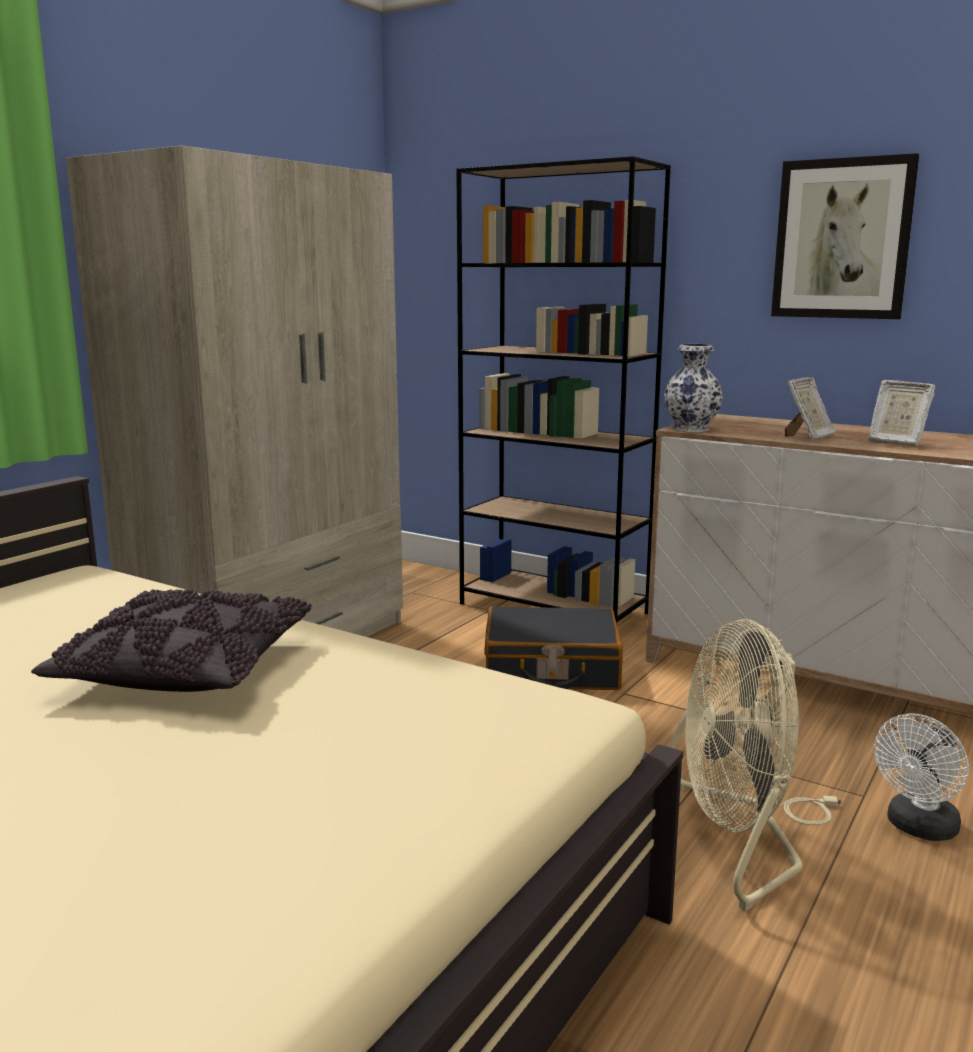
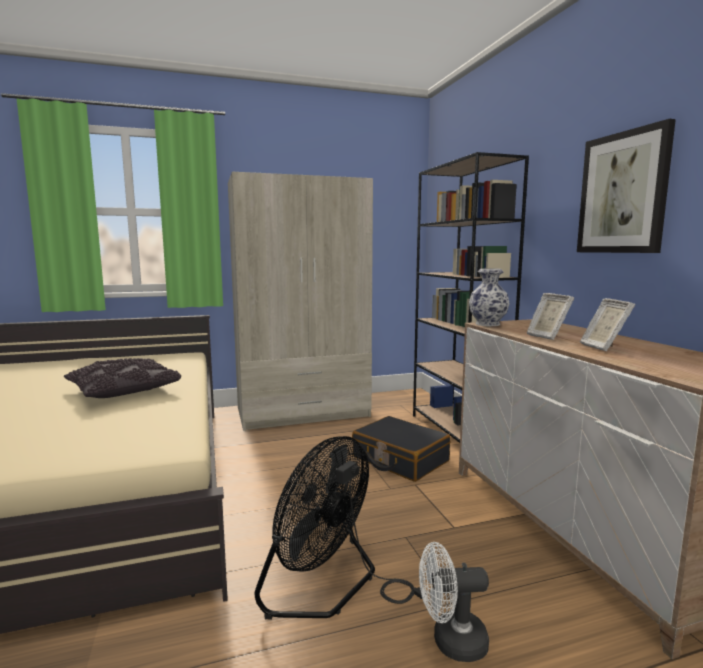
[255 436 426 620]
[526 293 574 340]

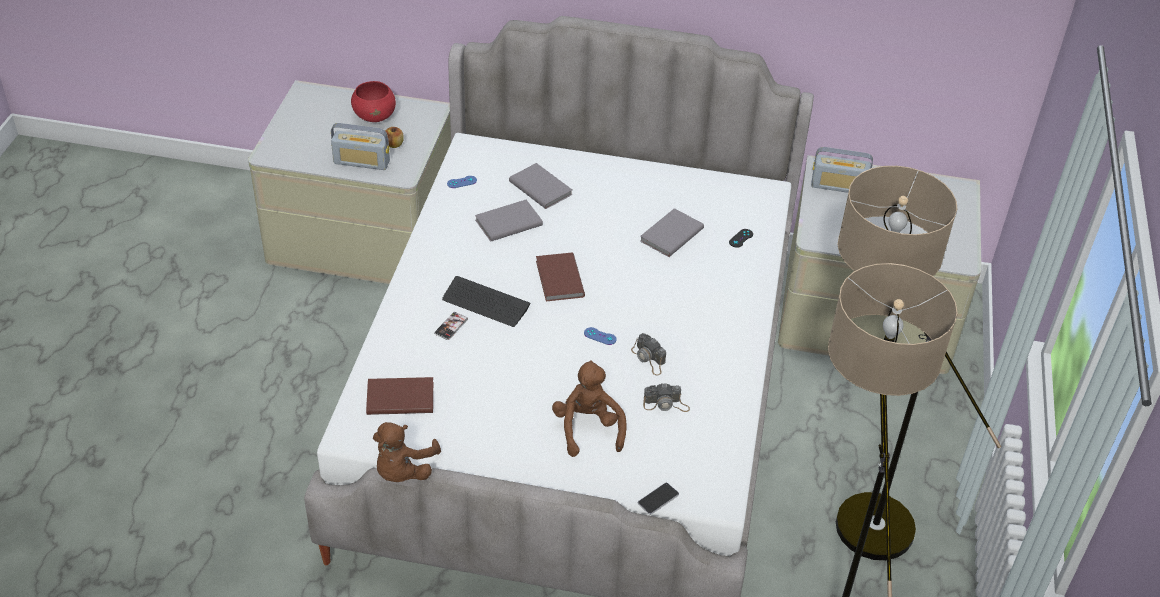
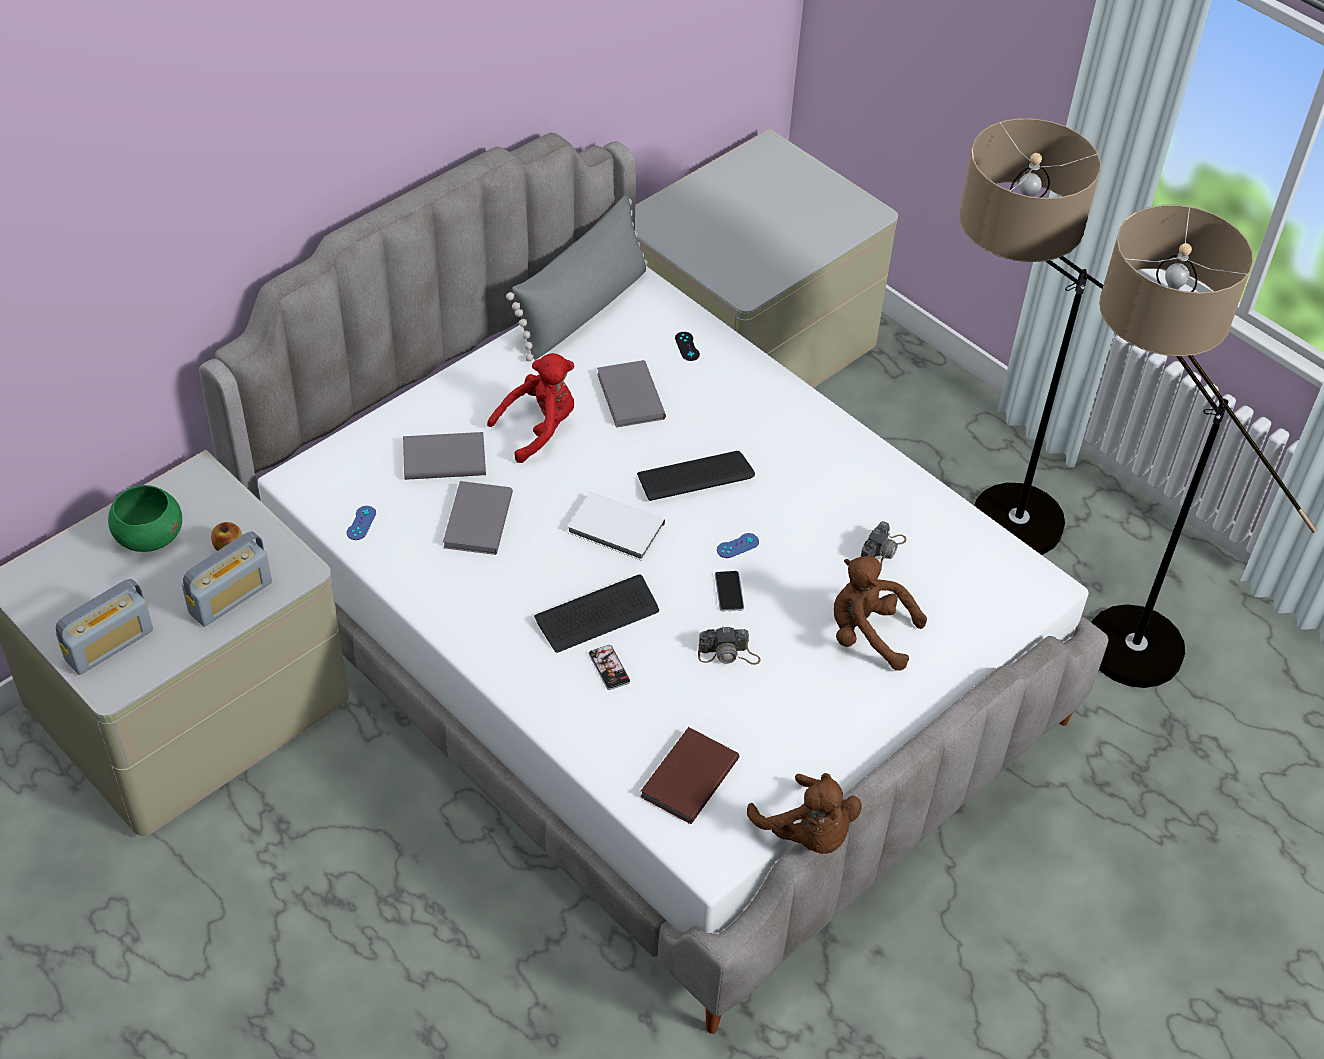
[487 353 575 463]
[506 195 648 361]
[637 451 755 501]
[698 626 760 665]
[715 571 744 611]
[56 579 153 675]
[108 485 182 552]
[567 492 665 561]

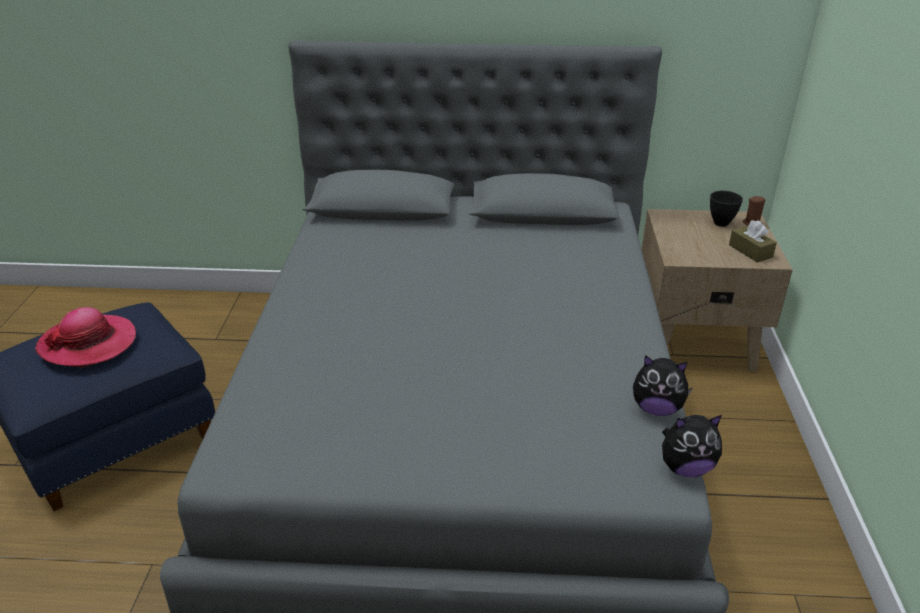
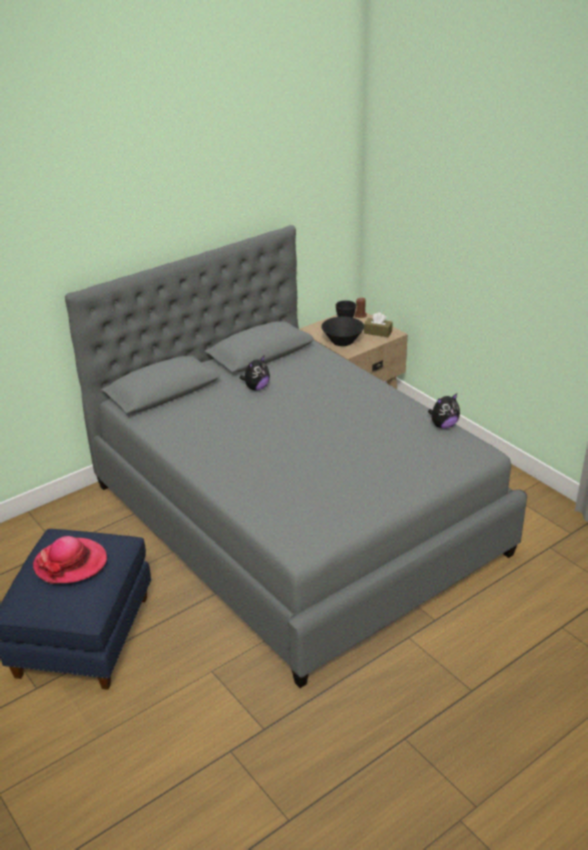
[321 317 364 346]
[240 356 270 391]

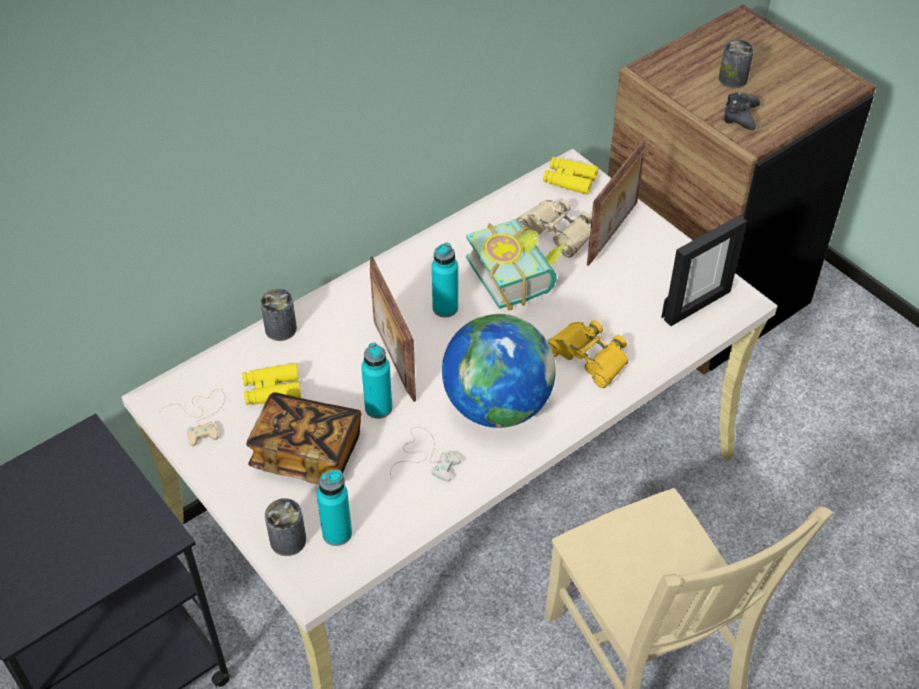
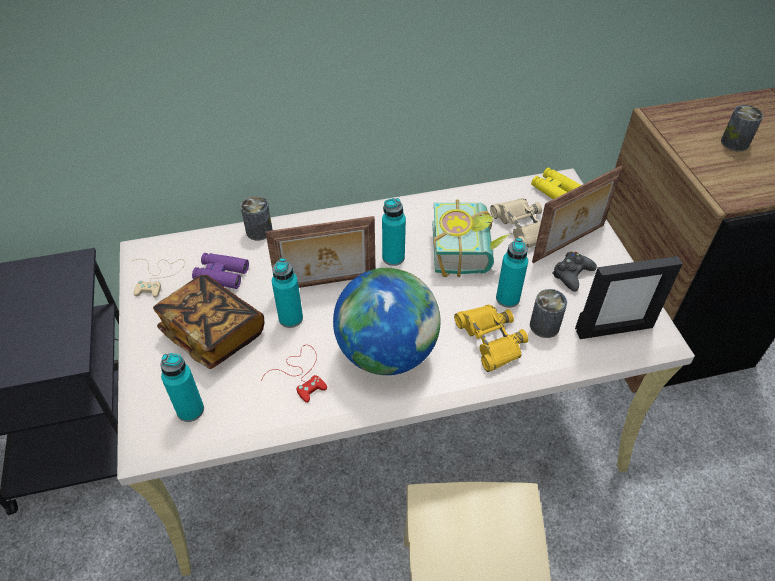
[496 238 528 308]
[530 289 567 338]
[552 252 597 292]
[192 253 249 289]
[261 345 327 403]
[265 216 376 288]

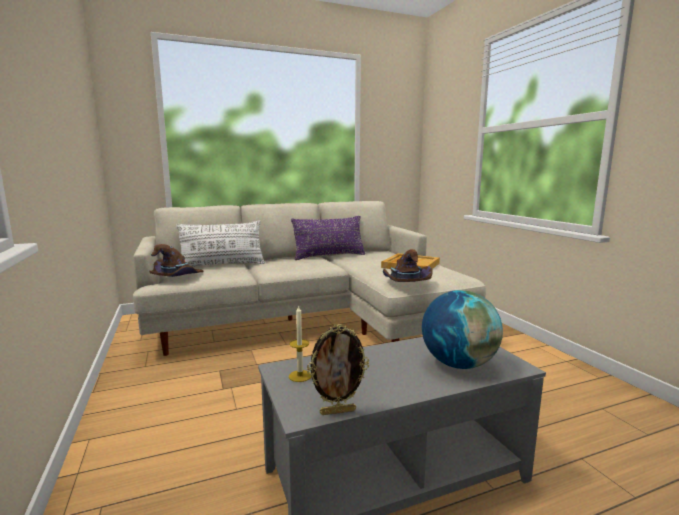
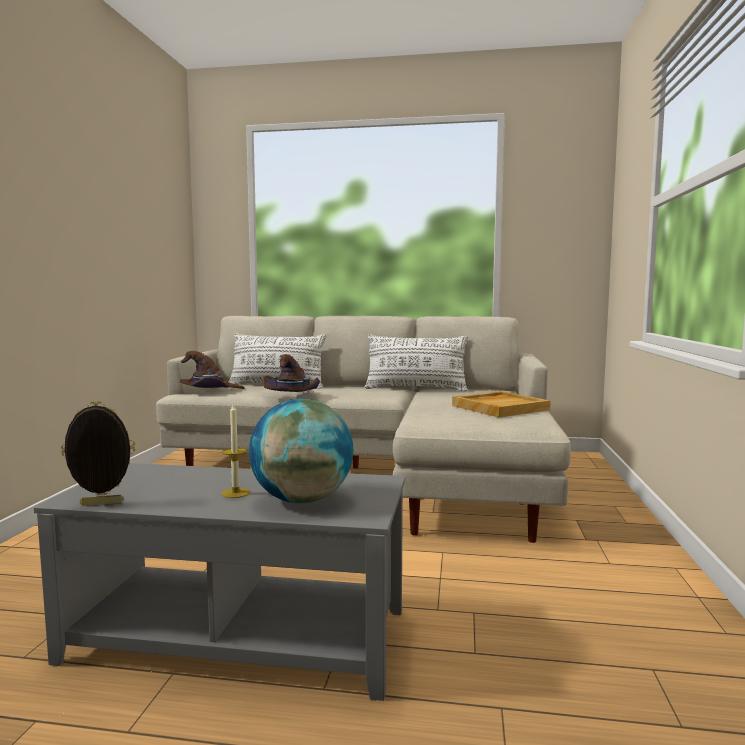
[221 404 250 498]
[263 354 320 392]
[365 335 468 391]
[61 401 135 506]

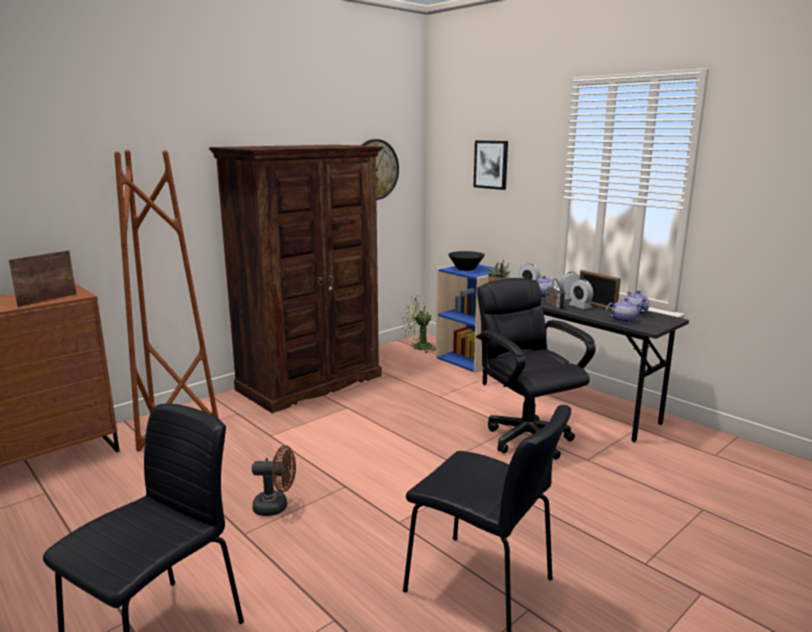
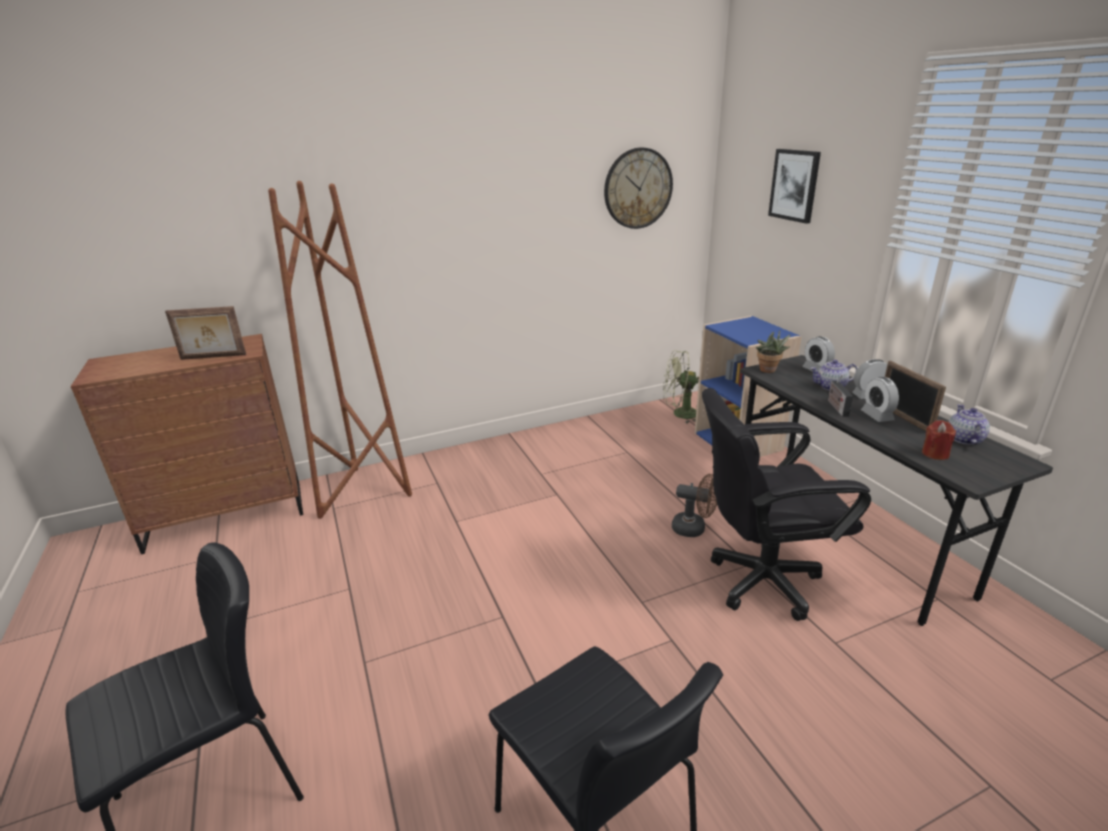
[209 145 384 413] (first image)
[448 251 485 271] (first image)
[672 474 717 537]
[922 420 956 460]
[165 306 246 360]
[702 388 871 621]

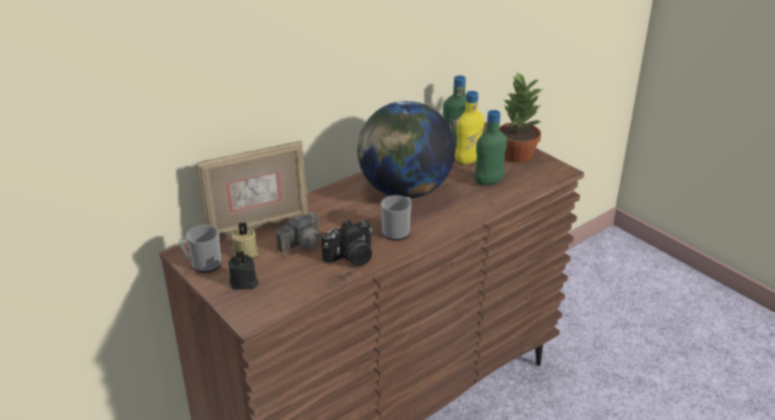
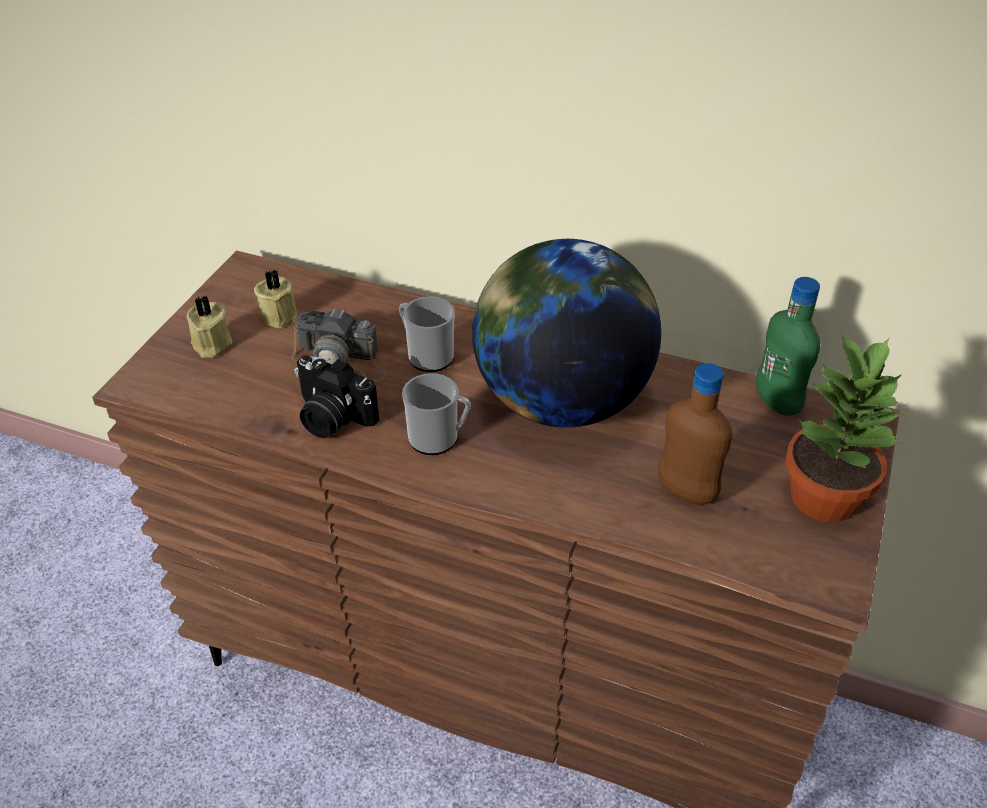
[196 141 308 238] (first image)
[455 91 484 164] (first image)
[399 297 455 372]
[187 296 232 358]
[658 363 733 505]

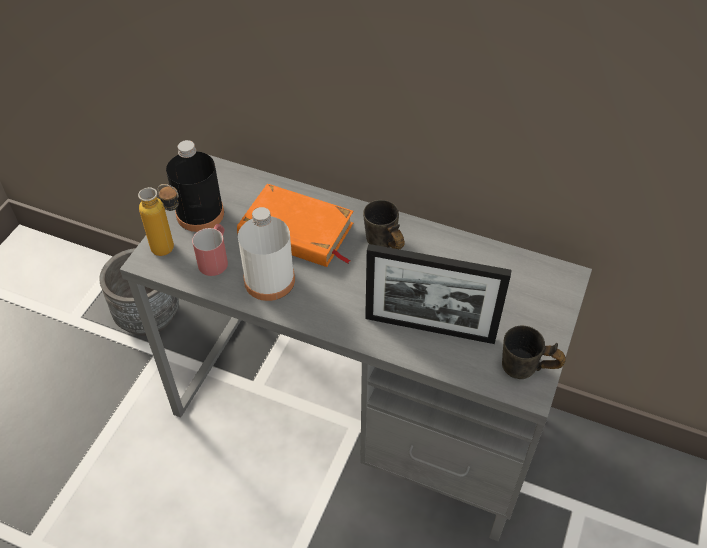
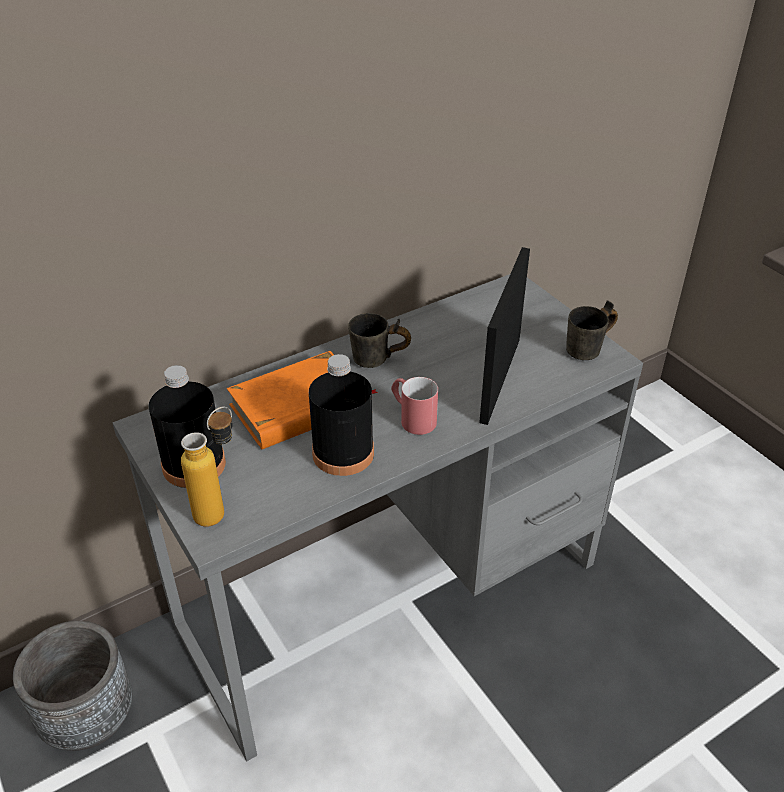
[391 377 438 435]
[309 354 374 476]
[479 247 530 425]

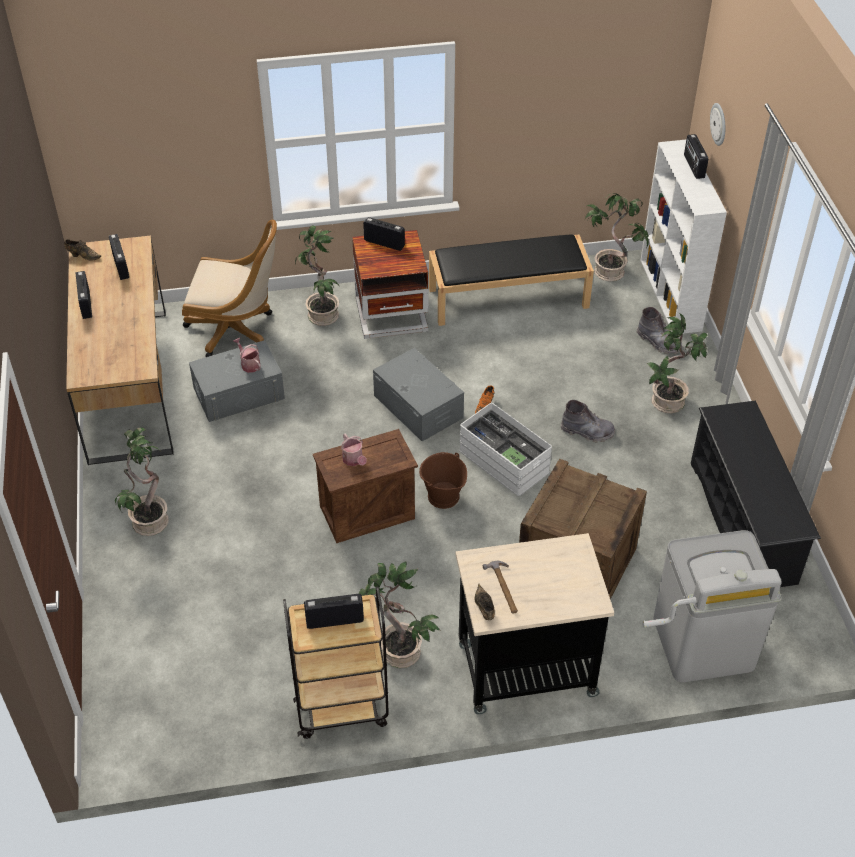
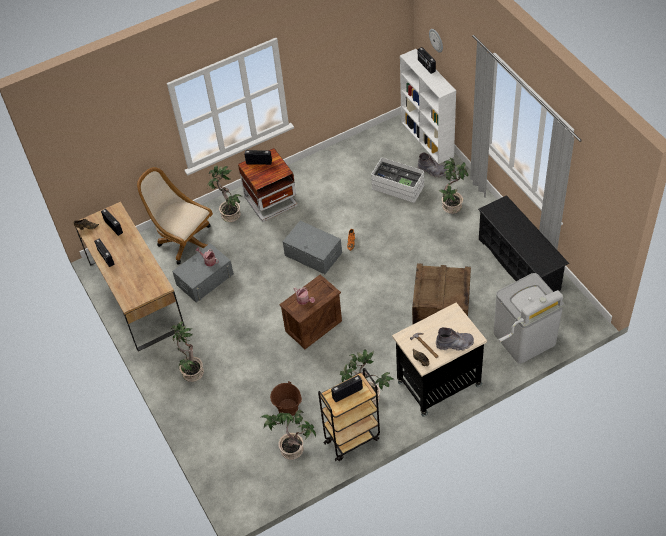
[429 234 594 326] (first image)
[270 381 302 416]
[371 158 424 203]
[436 327 474 351]
[260 410 316 460]
[137 167 213 265]

